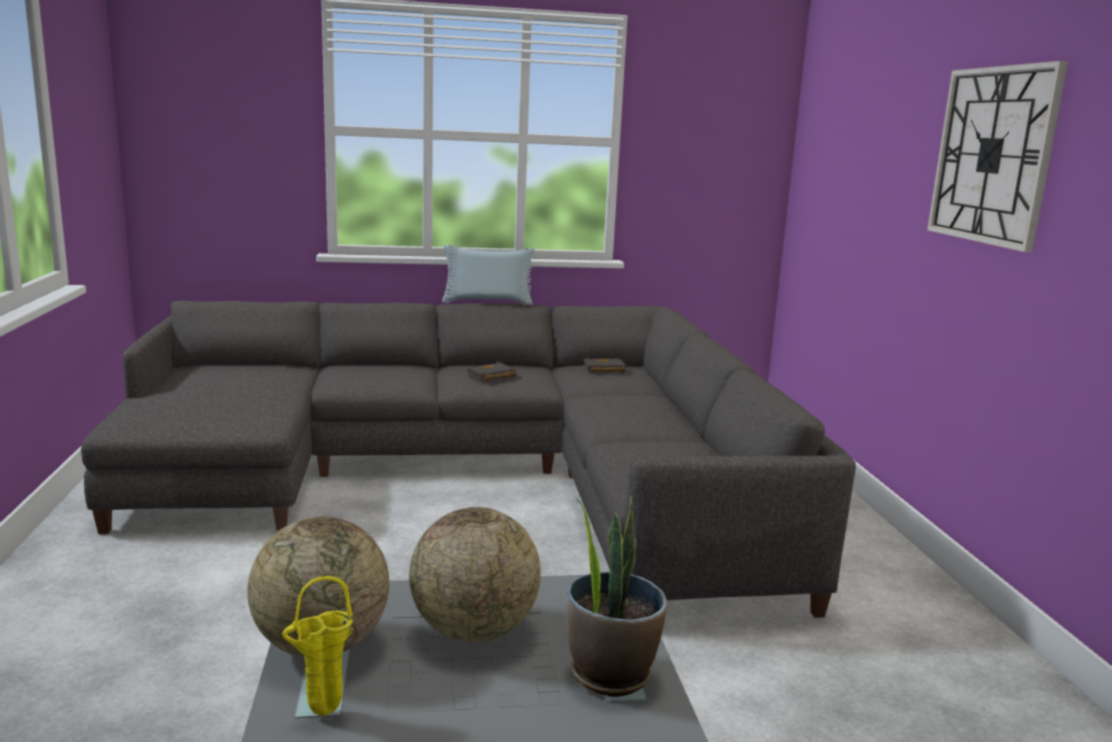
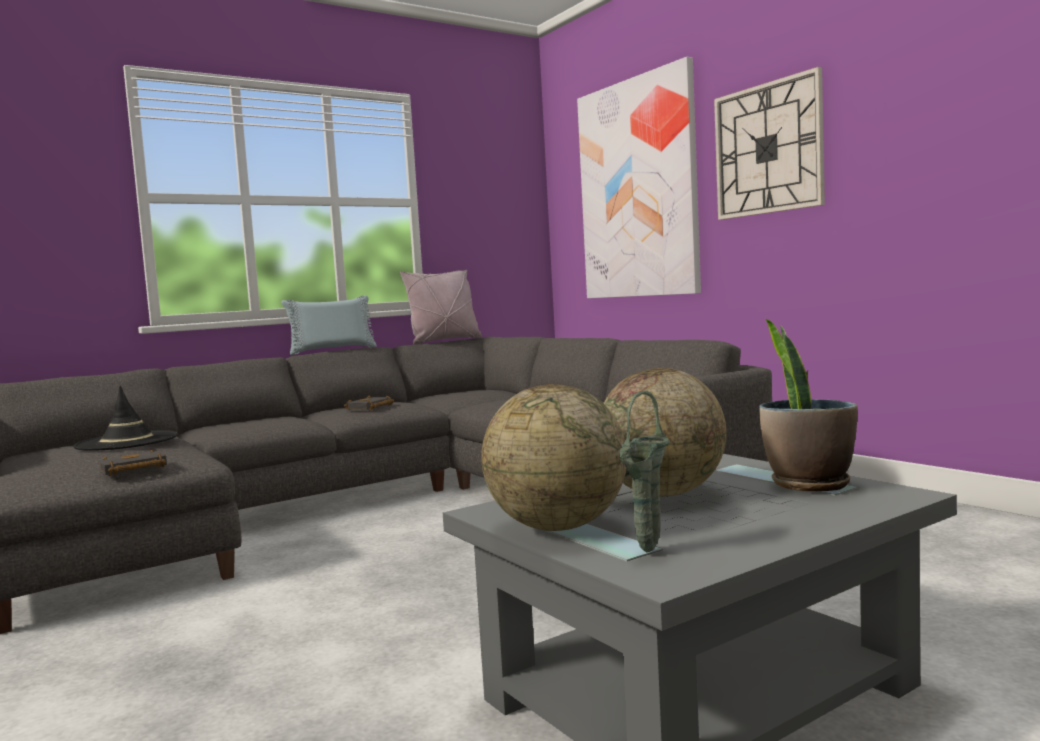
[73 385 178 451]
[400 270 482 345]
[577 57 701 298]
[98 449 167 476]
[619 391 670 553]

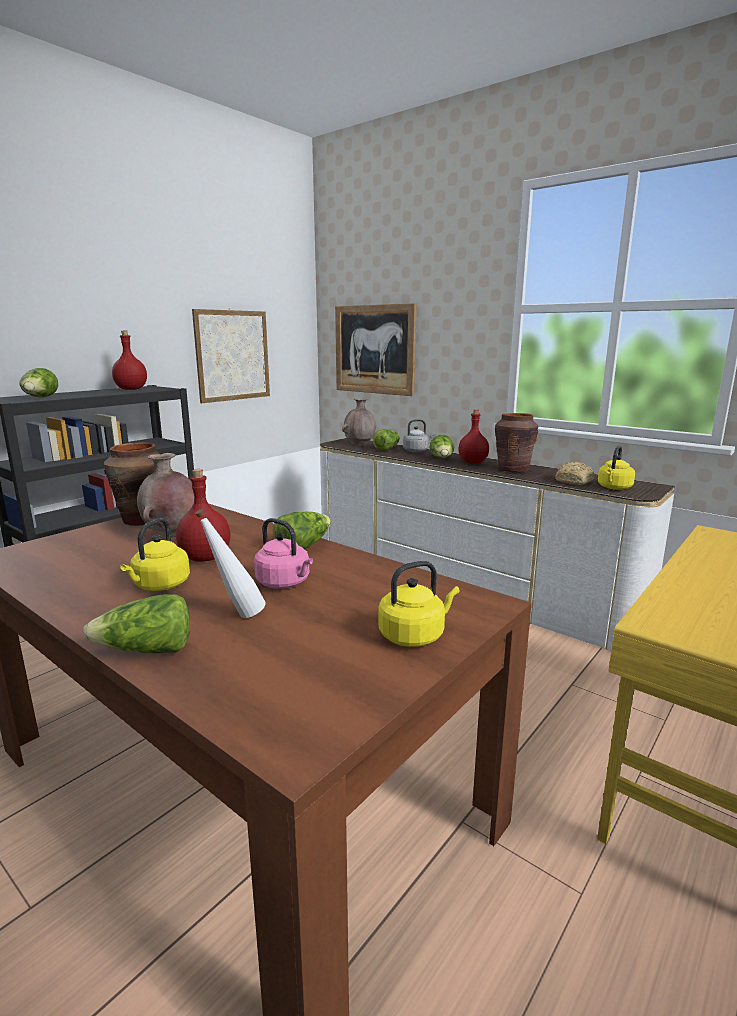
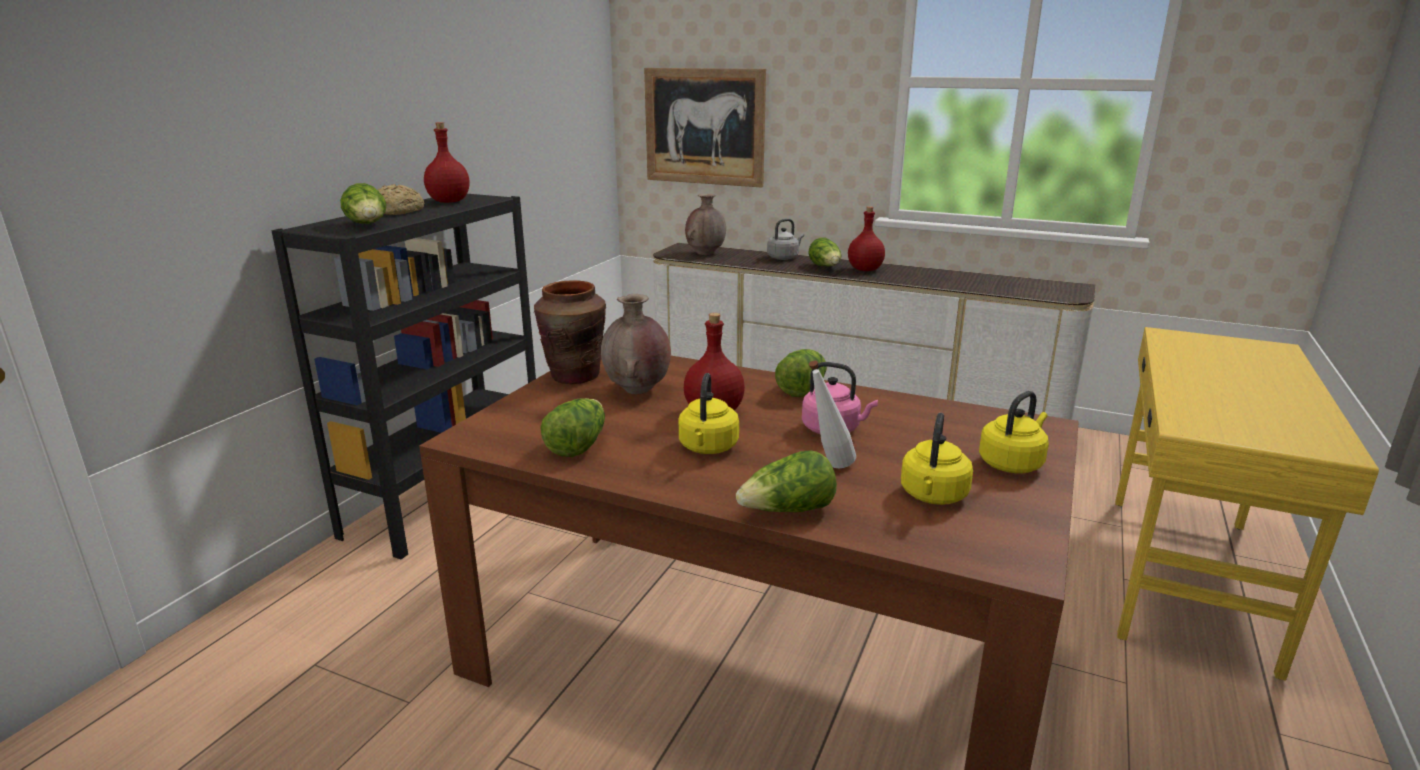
[192 308 270 403] (first image)
[495 413 538 472] (first image)
[540 398 605 457]
[378 184 425 215]
[901 413 973 505]

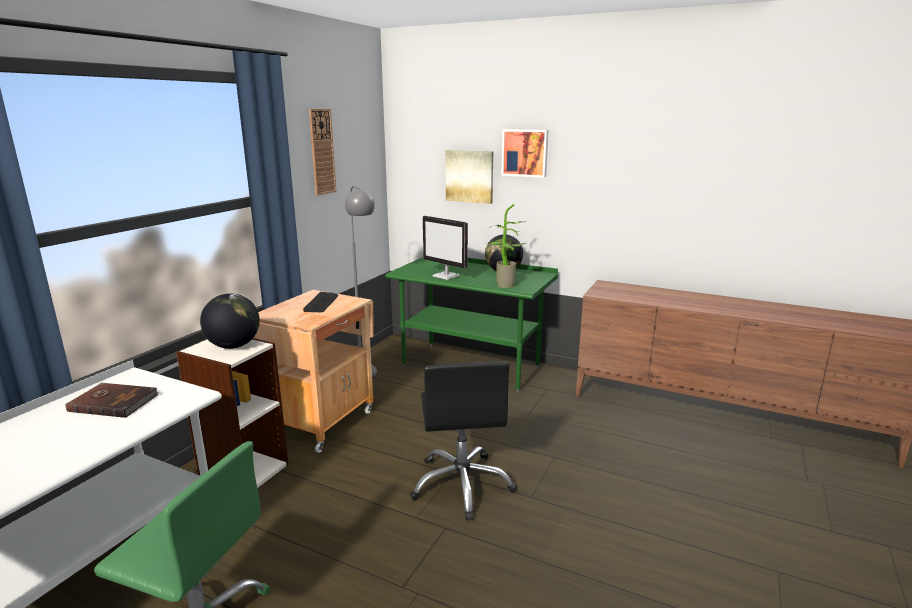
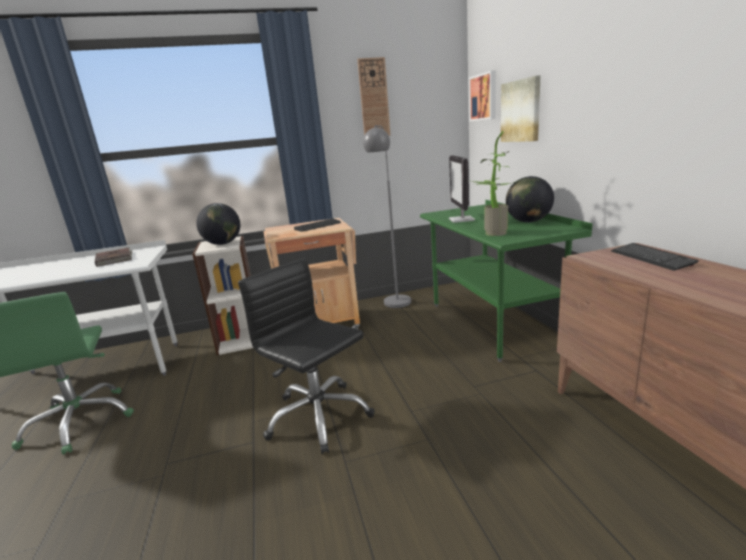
[611 243 699 271]
[469 70 496 122]
[238 258 375 454]

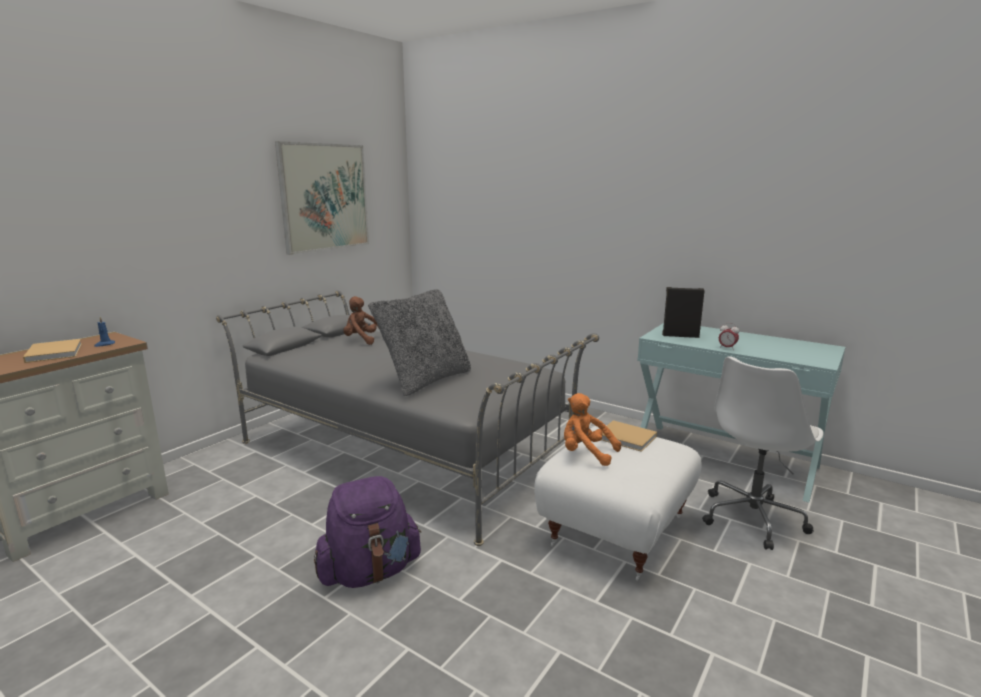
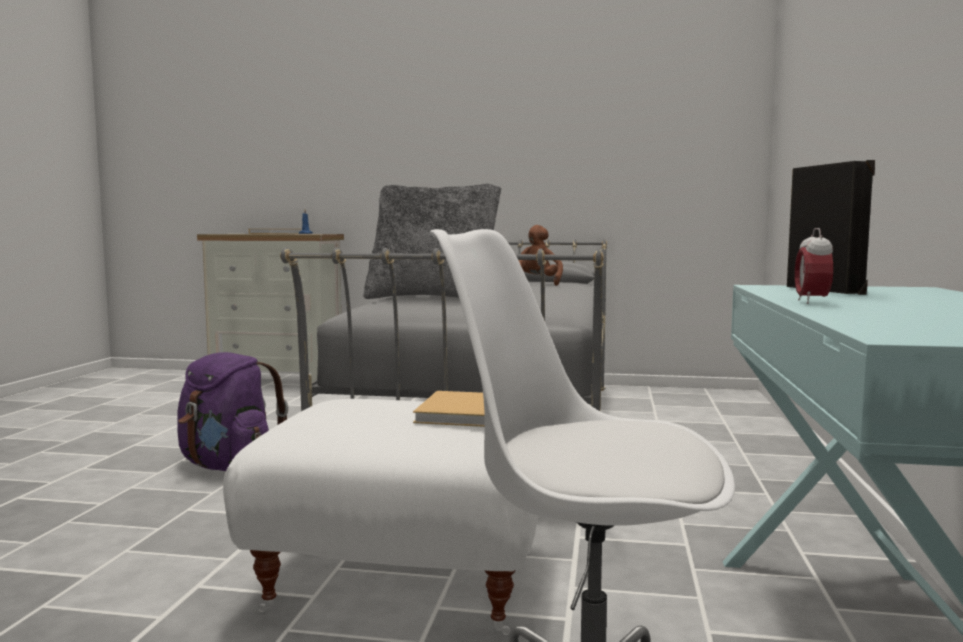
[275 141 369 255] (first image)
[564 393 621 466] (first image)

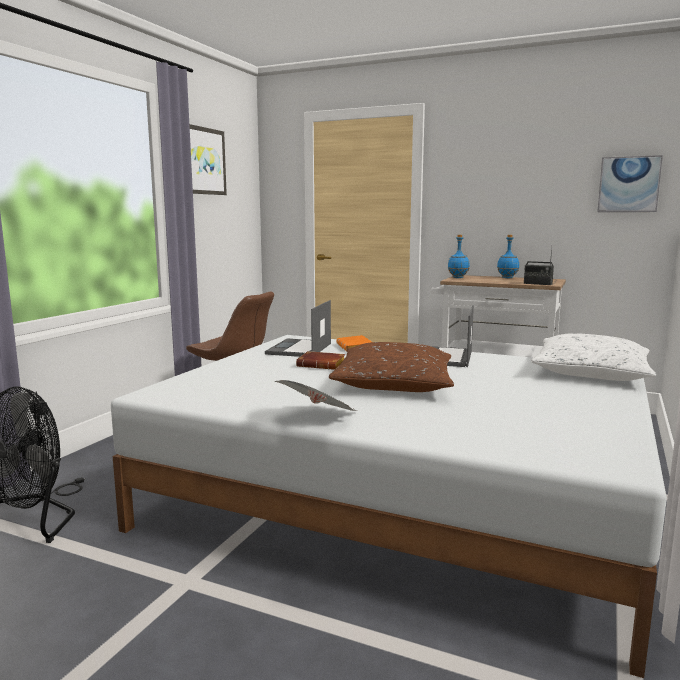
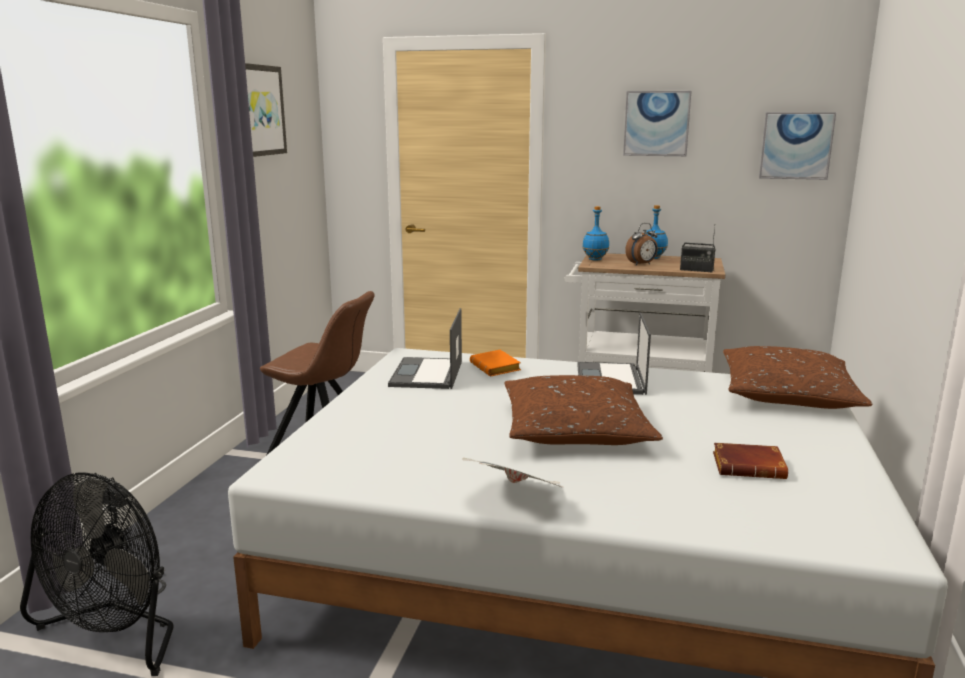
[623 91 692 156]
[625 223 658 265]
[713 443 788 479]
[723 346 872 409]

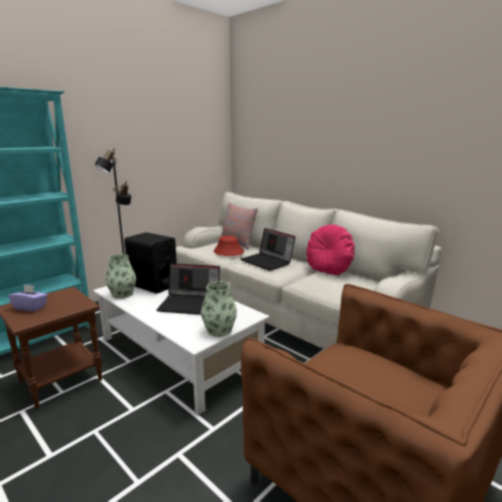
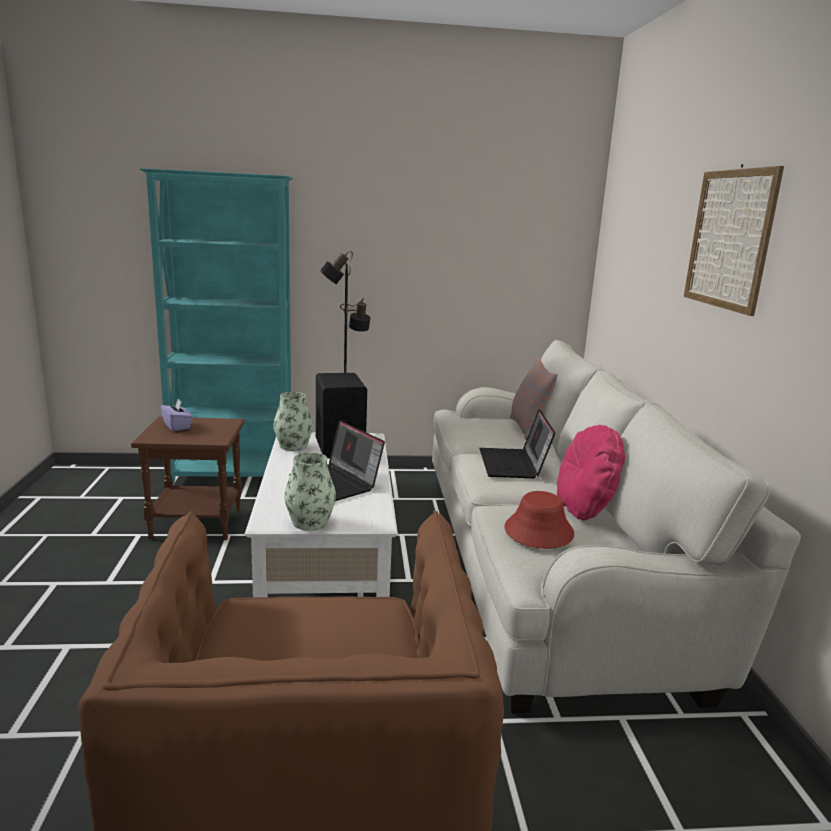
[684 164 784 316]
[504 491 574 549]

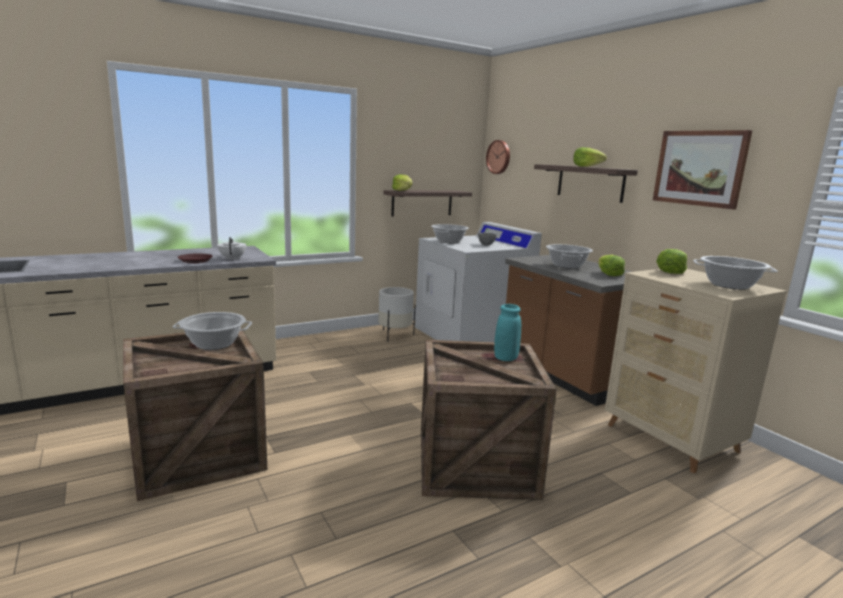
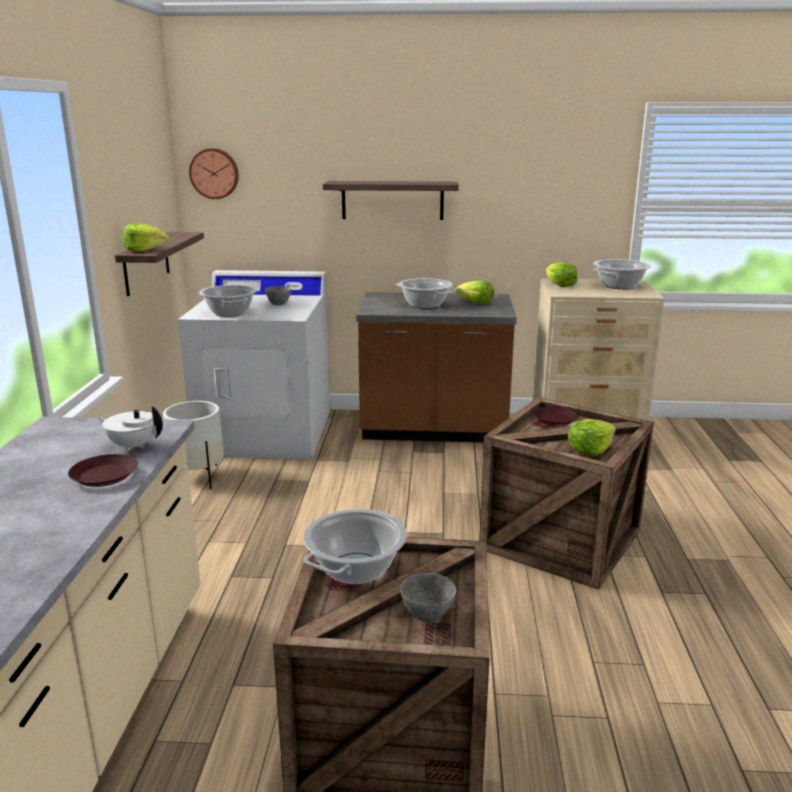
[653 130 752 209] (first image)
[400 573 457 622]
[568 419 616 456]
[533 406 578 426]

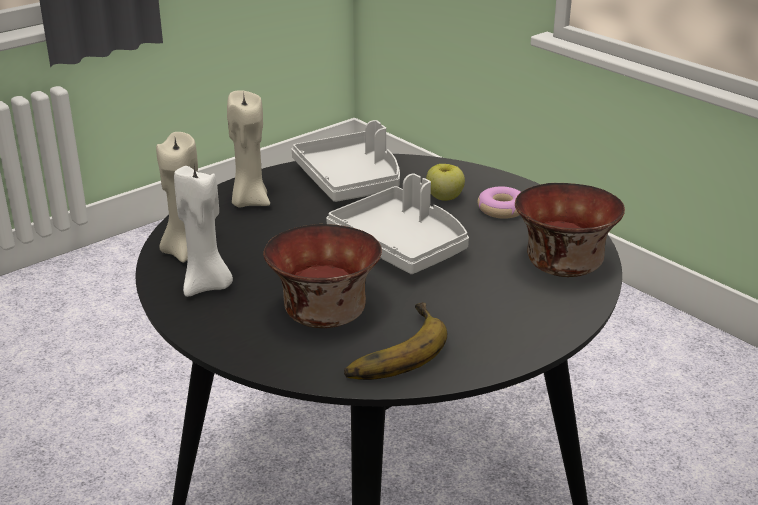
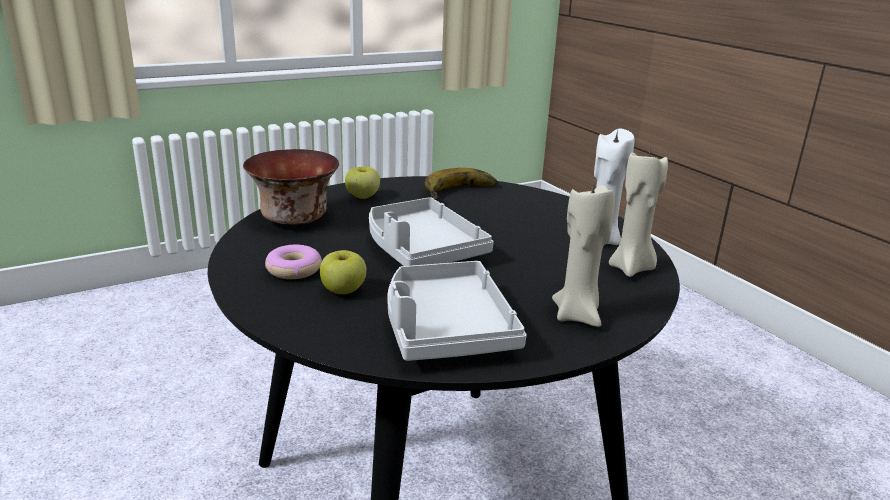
[263 224 382 328] (first image)
[345 166 380 199]

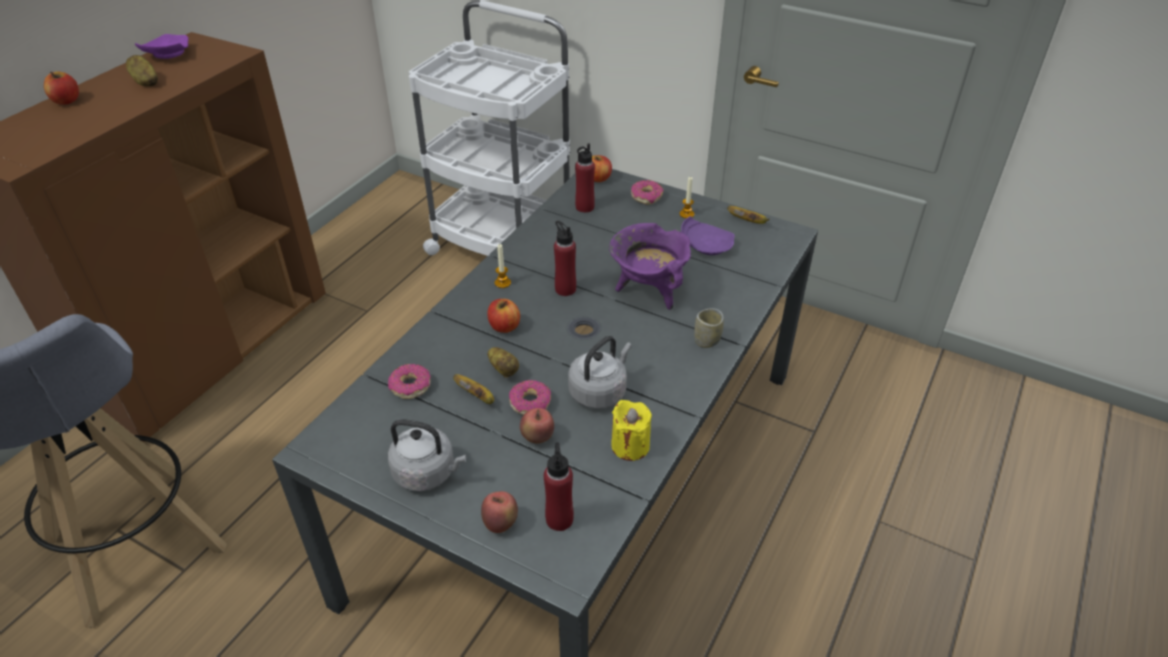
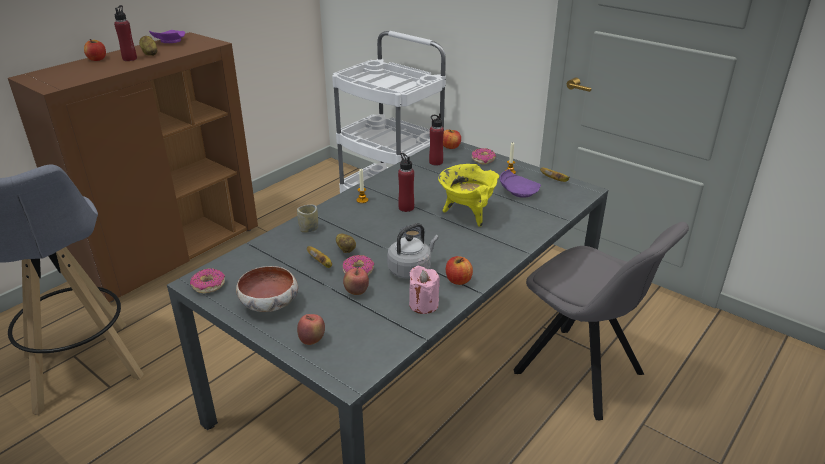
[514 222 689 420]
[190 268 225 293]
[446 256 473 285]
[114 5 137 61]
[297 205 318 233]
[236 266 298 312]
[438 164 499 227]
[409 266 440 314]

